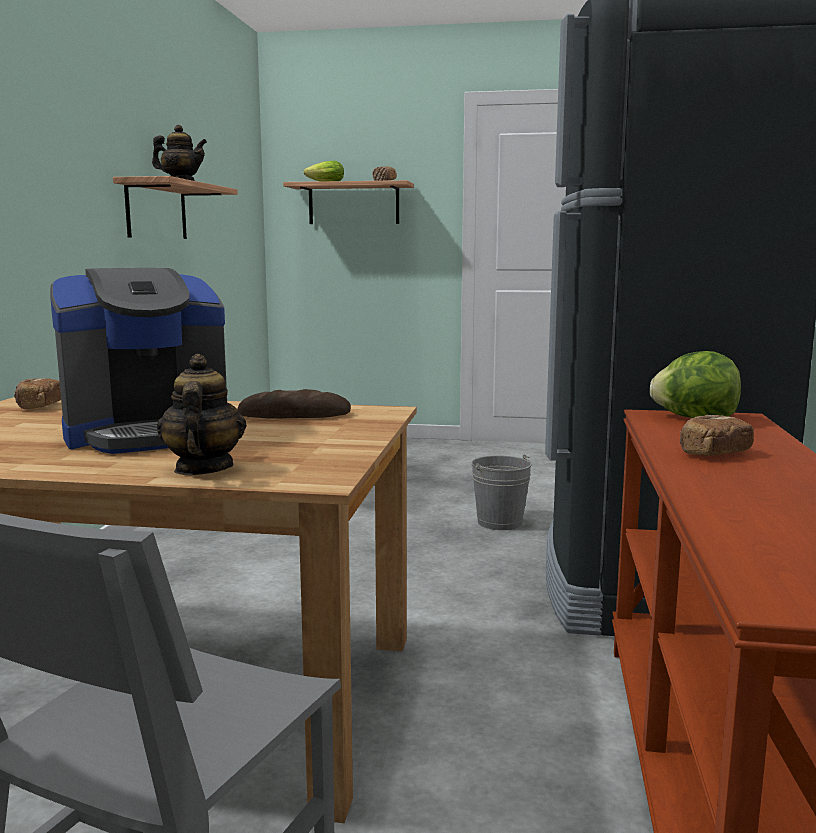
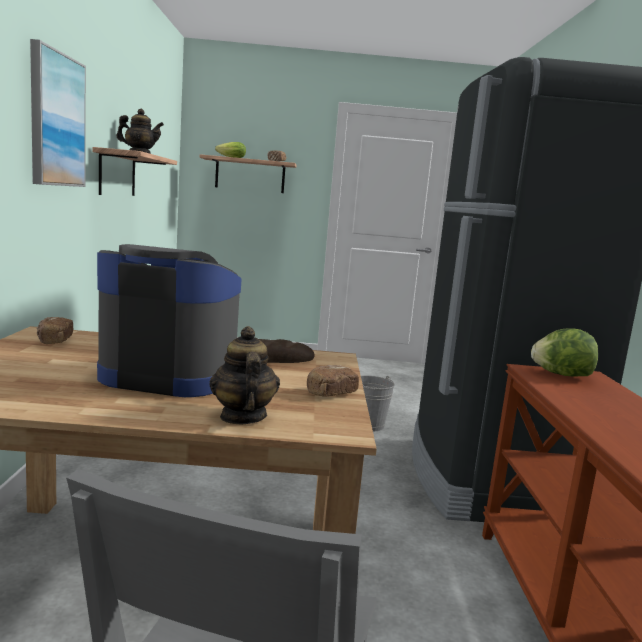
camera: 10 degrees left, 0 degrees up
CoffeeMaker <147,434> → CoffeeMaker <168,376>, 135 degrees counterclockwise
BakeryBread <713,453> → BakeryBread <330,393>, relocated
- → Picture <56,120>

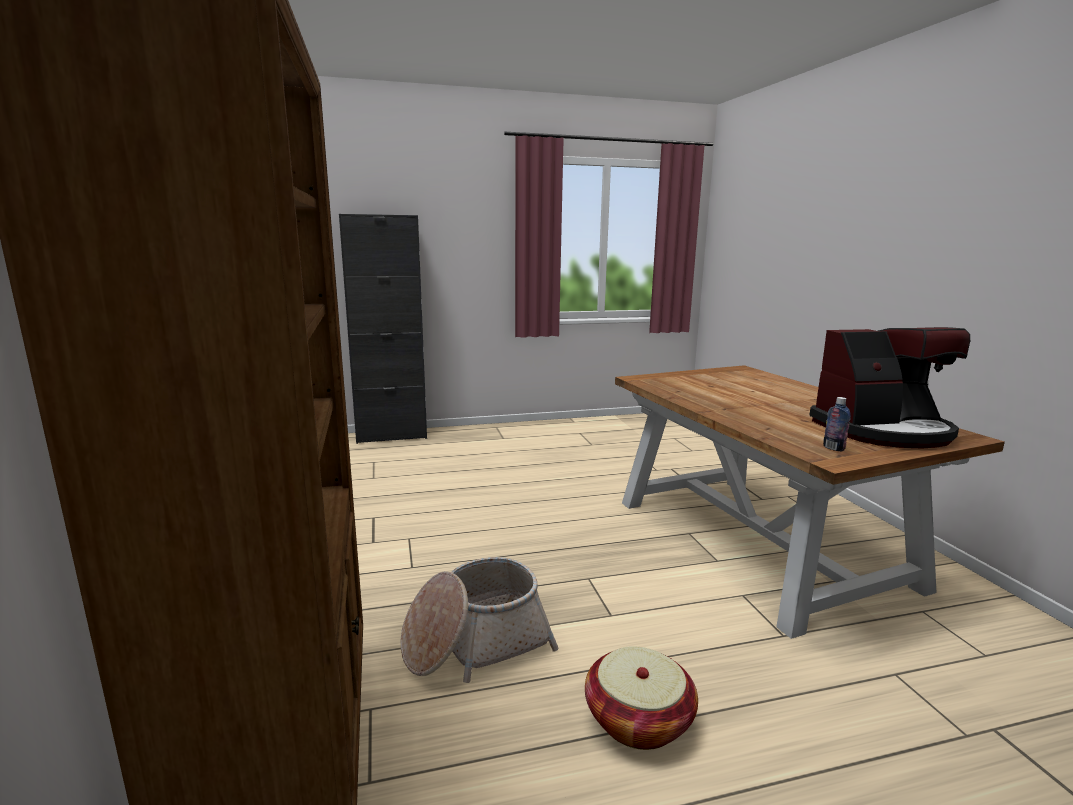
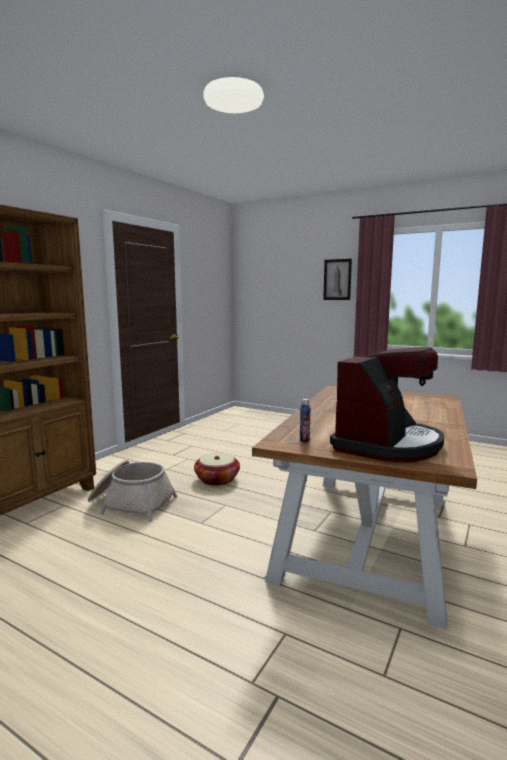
camera: 45 degrees right, 5 degrees down
BlackColouredCabinet <391,436> → -
CoffeeMaker <883,430> → CoffeeMaker <387,444>, 90 degrees counterclockwise
StorageBasket <638,719> → StorageBasket <217,479>, relocated
- → Picture <337,279>

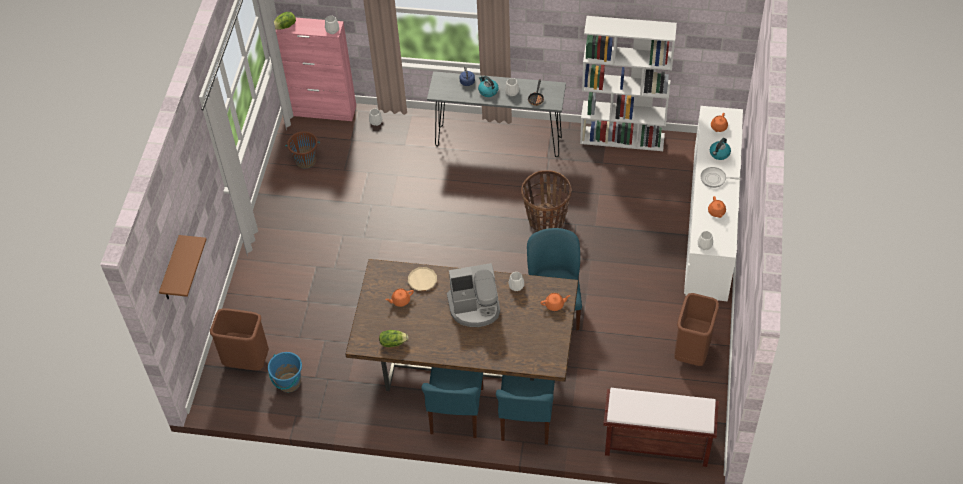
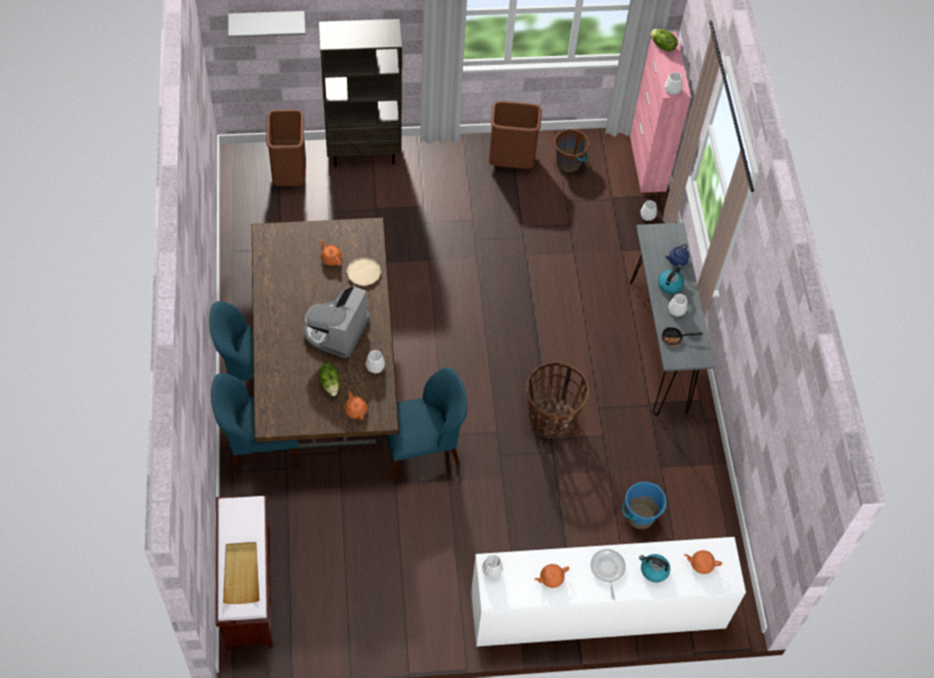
camera: 70 degrees right, 5 degrees up
WhiteColouredBookcase <622,138> → -
BrownColouredShelf <171,271> → GreyShelf <267,22>
CoffeeMaker <475,307> → CoffeeMaker <336,331>, 45 degrees clockwise
BrownColouredTrashCan <691,351> → BrownColouredTrashCan <511,161>, relocated
Lettuce <393,342> → Lettuce <330,383>, relocated
BlueColouredPail <289,382> → BlueColouredPail <640,516>, relocated
- → BrownColouredBookcase <364,153>
- → SandColouredTray <241,573>

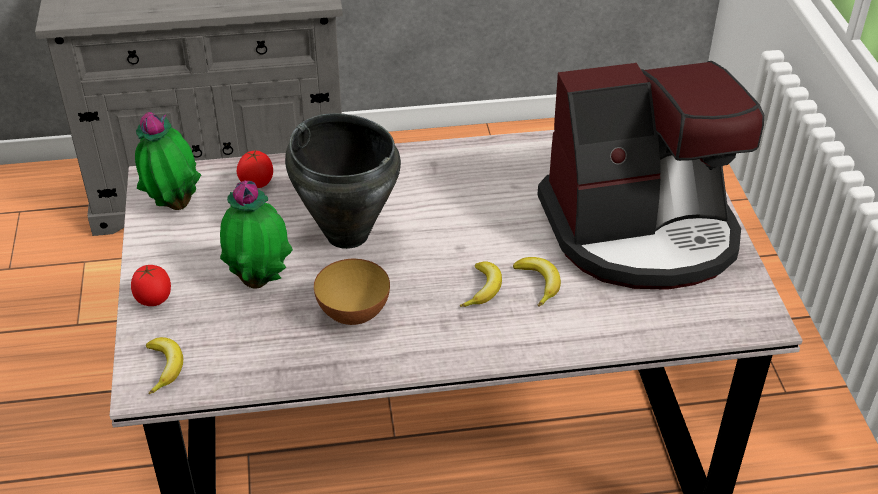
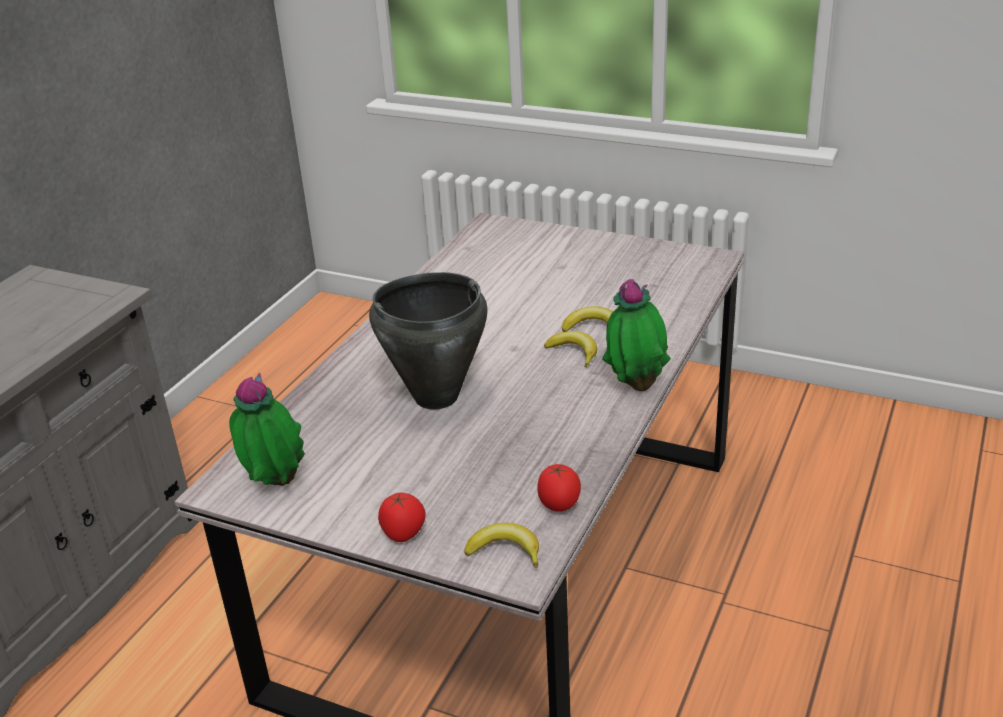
camera: 55 degrees left, 10 degrees down
CoffeeMaker <641,231> → -
WholeTomato <256,184> → WholeTomato <559,506>, relocated
PlantInAPot <260,280> → PlantInAPot <636,385>, relocated
Bowl <353,314> → -

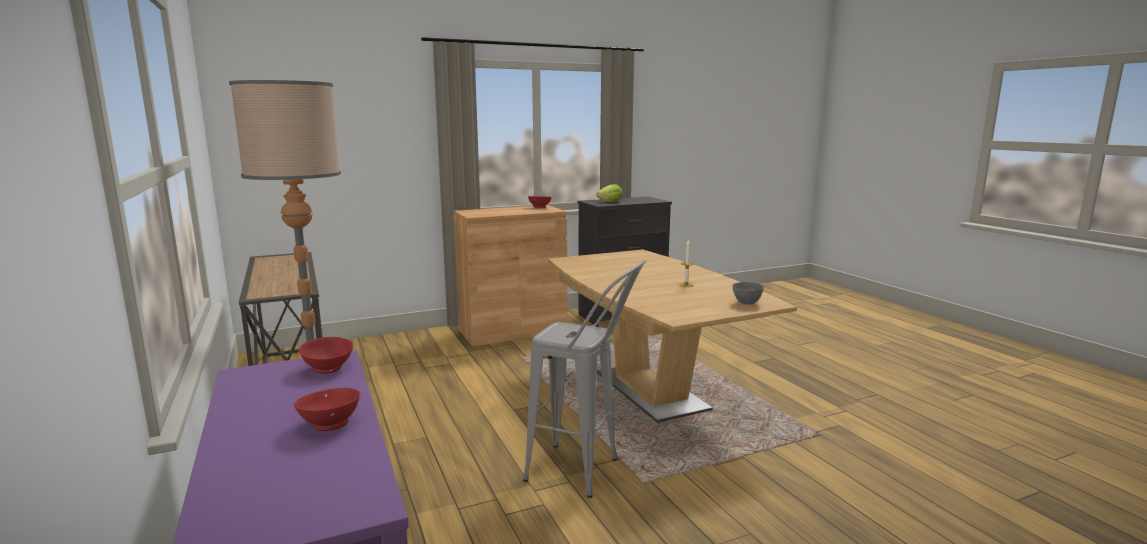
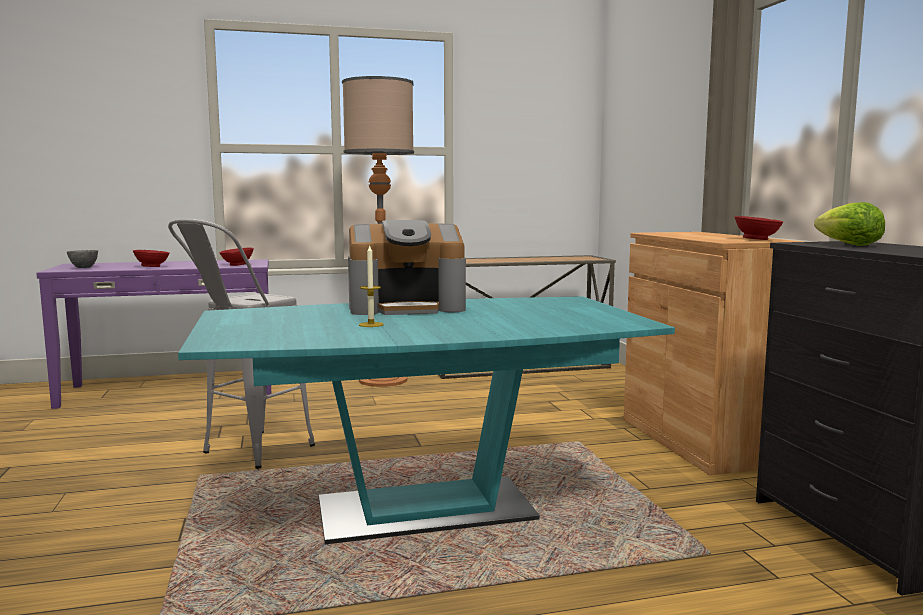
camera: 100 degrees right, 5 degrees down
BrownColouredDiningTable <650,391> → TurquoiseDiningTable <425,510>
GreyBowl <747,303> → GreyBowl <83,267>, relocated
- → CoffeeMaker <407,307>

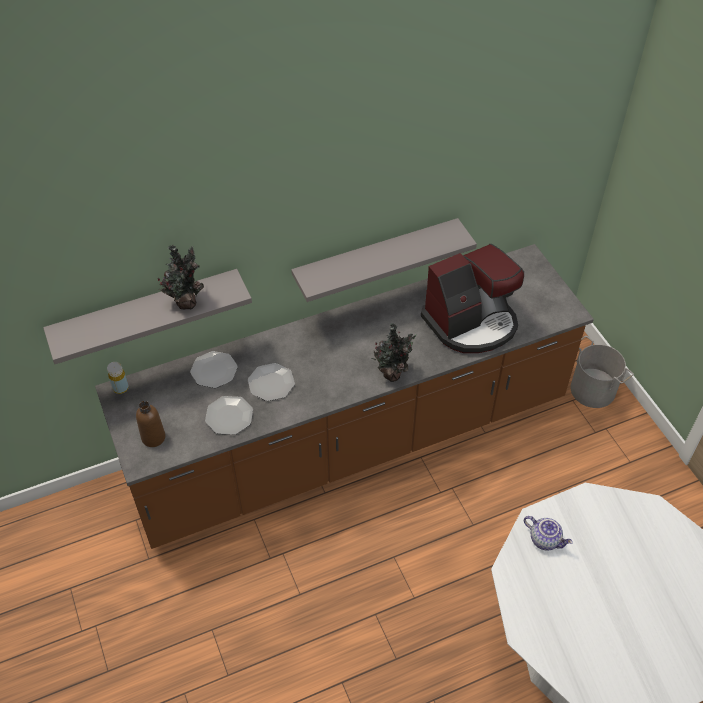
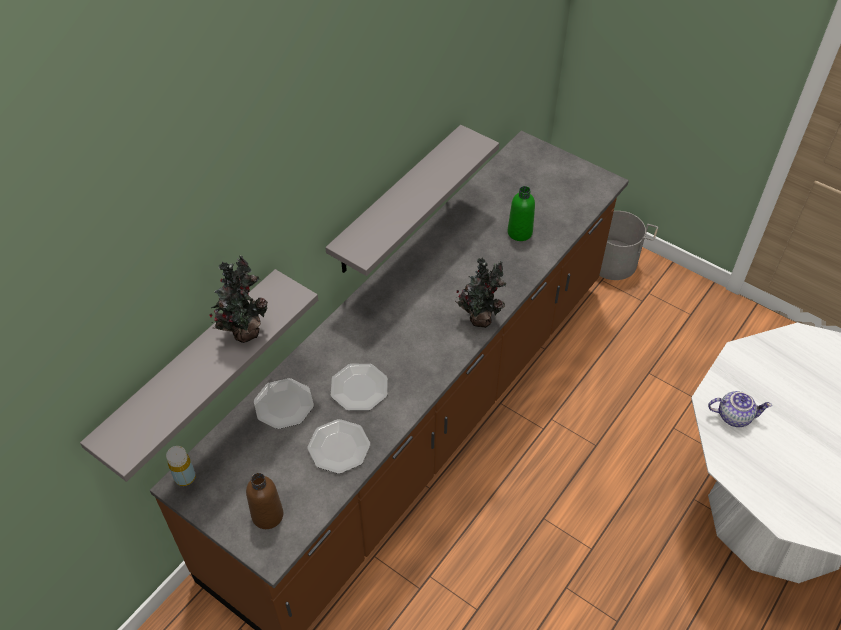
camera: 30 degrees left, 0 degrees up
CoffeeMaker <471,323> → GreenDrinkBottle <519,232>

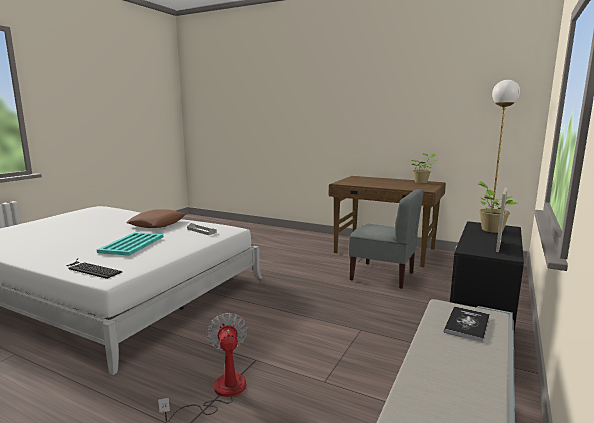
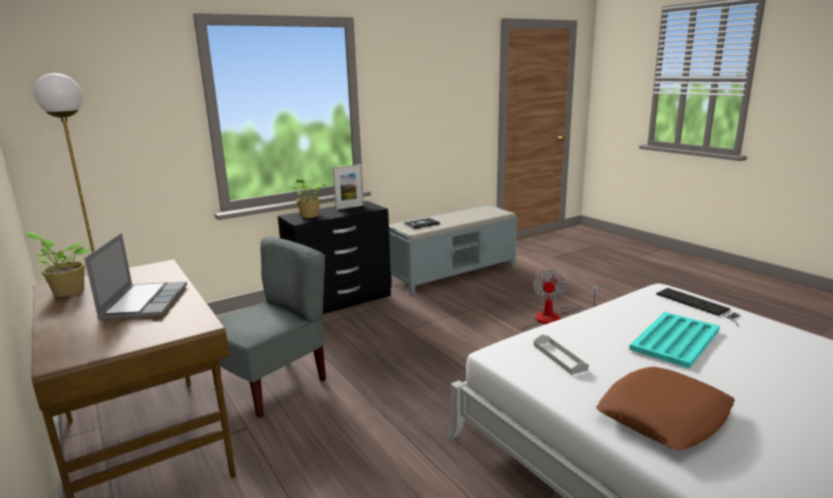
camera: 150 degrees left, 5 degrees up
GreyUprightChair <383,276> → GreyUprightChair <272,384>, 75 degrees clockwise
- → PortableComputer <144,302>

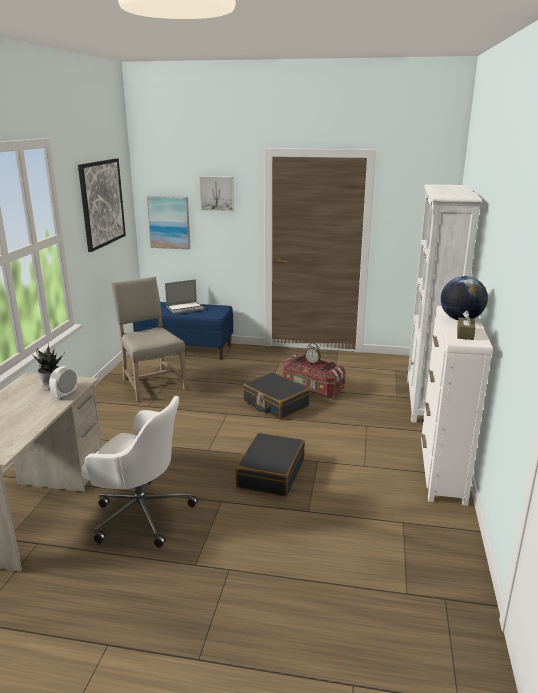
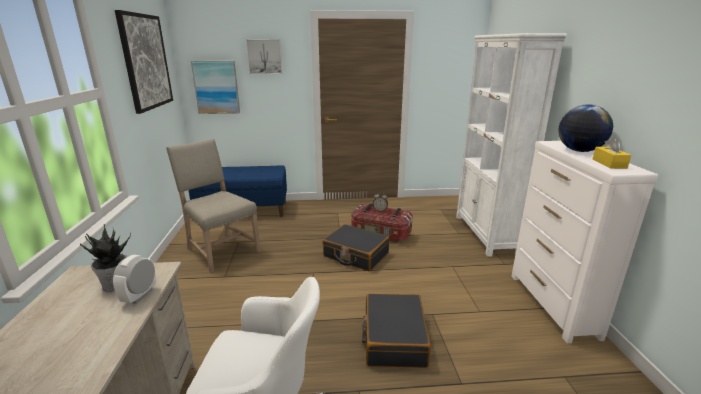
camera: 15 degrees left, 0 degrees up
PortableComputer <185,308> → -
BrownColouredTissueBox <465,334> → YellowTissueBox <609,164>

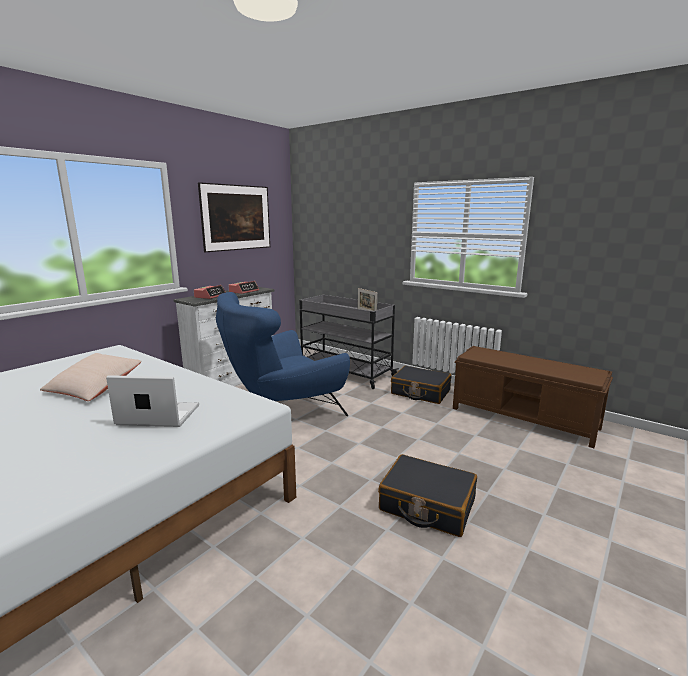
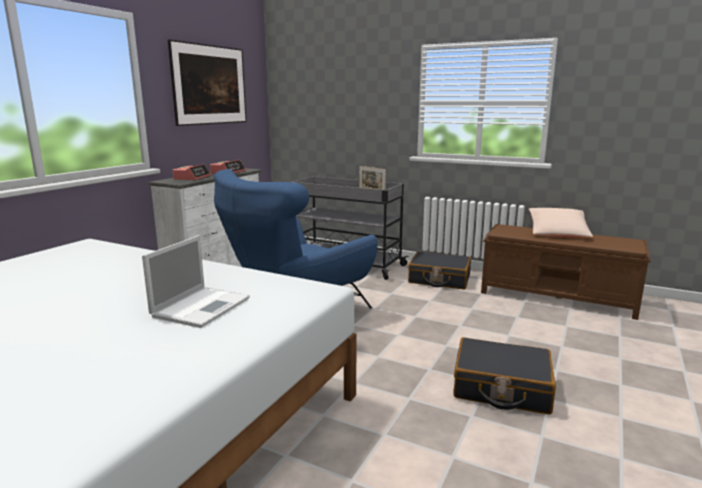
camera: 10 degrees left, 0 degrees up
SandColouredPillow <94,388> → SandColouredPillow <557,233>, relocated
PortableComputer <157,415> → PortableComputer <202,306>, 120 degrees clockwise

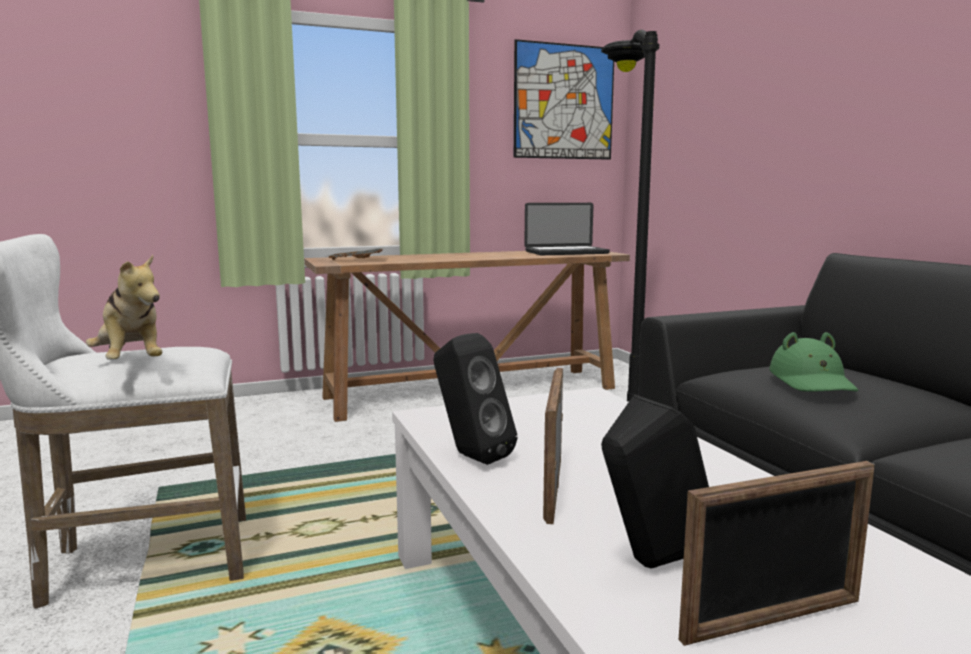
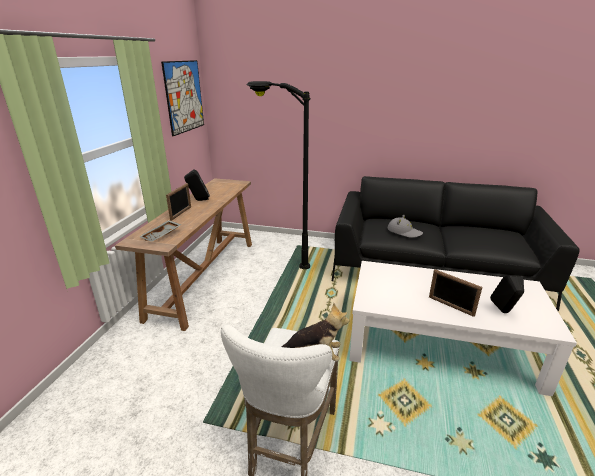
camera: 55 degrees left, 15 degrees up
PortableComputer <566,252> → -
GreenWearableHat <812,382> → GreyWearableHat <404,231>
BlackColouredSpeaker <470,456> → BlackColouredSpeaker <198,200>, relocated
StandingFrame <773,620> → StandingFrame <181,213>, relocated

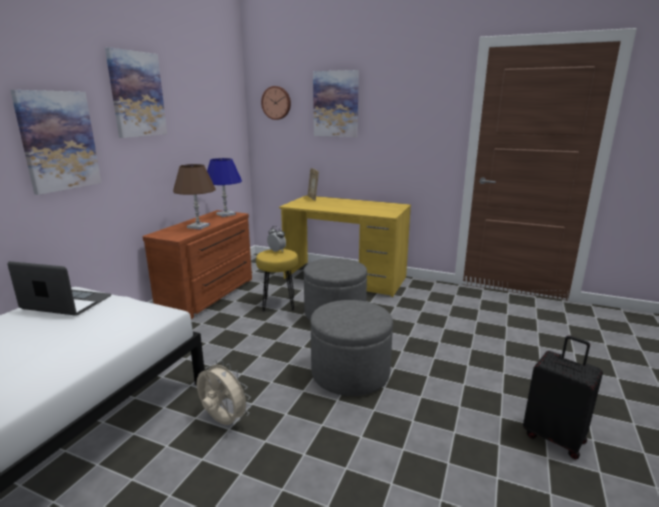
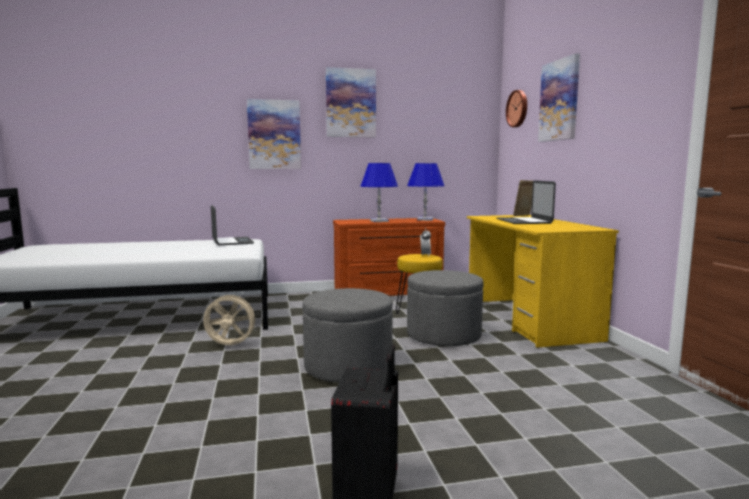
camera: 55 degrees right, 10 degrees down
BrownColouredTabletopLamp <198,226> → BlueColouredTabletopLamp <379,221>
SandColouredCoolingFan <222,421> → SandColouredCoolingFan <230,346>, 90 degrees counterclockwise
- → PortableComputer <523,221>

